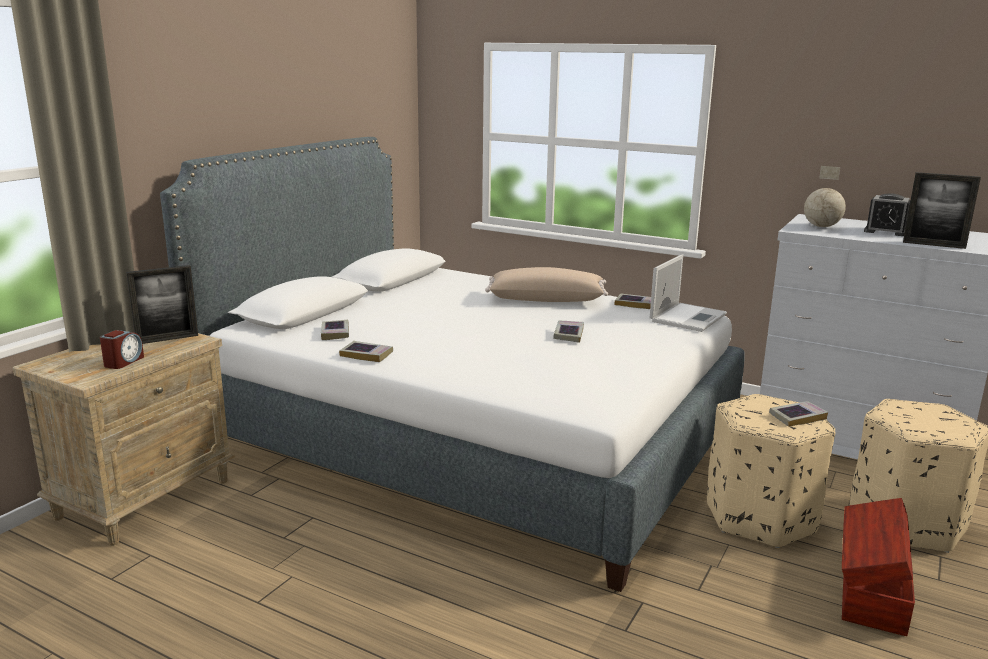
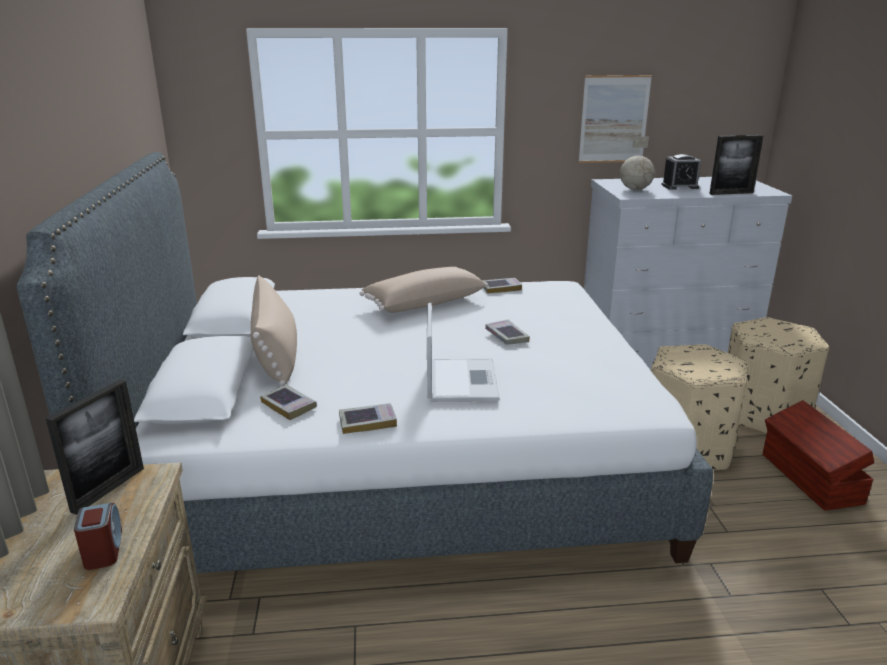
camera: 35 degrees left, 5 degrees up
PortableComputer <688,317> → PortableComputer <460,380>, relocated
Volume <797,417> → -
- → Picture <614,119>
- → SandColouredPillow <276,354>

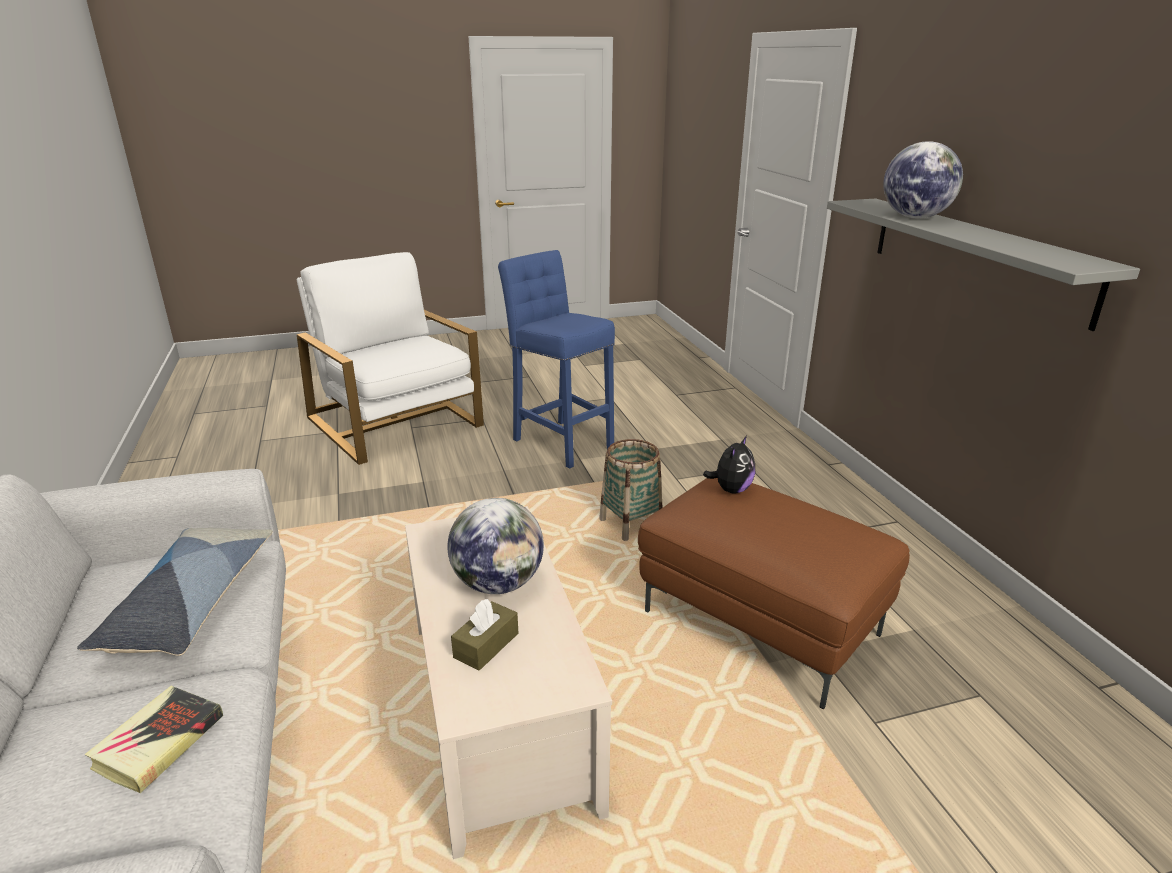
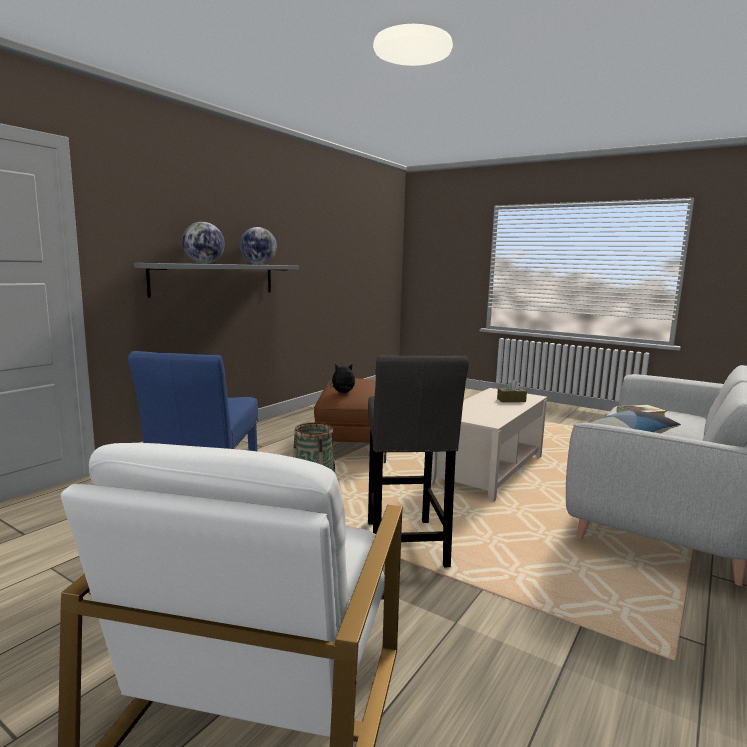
camera: 130 degrees left, 15 degrees down
Globe <498,583> → Globe <258,264>, relocated
- → GreyStool <405,547>

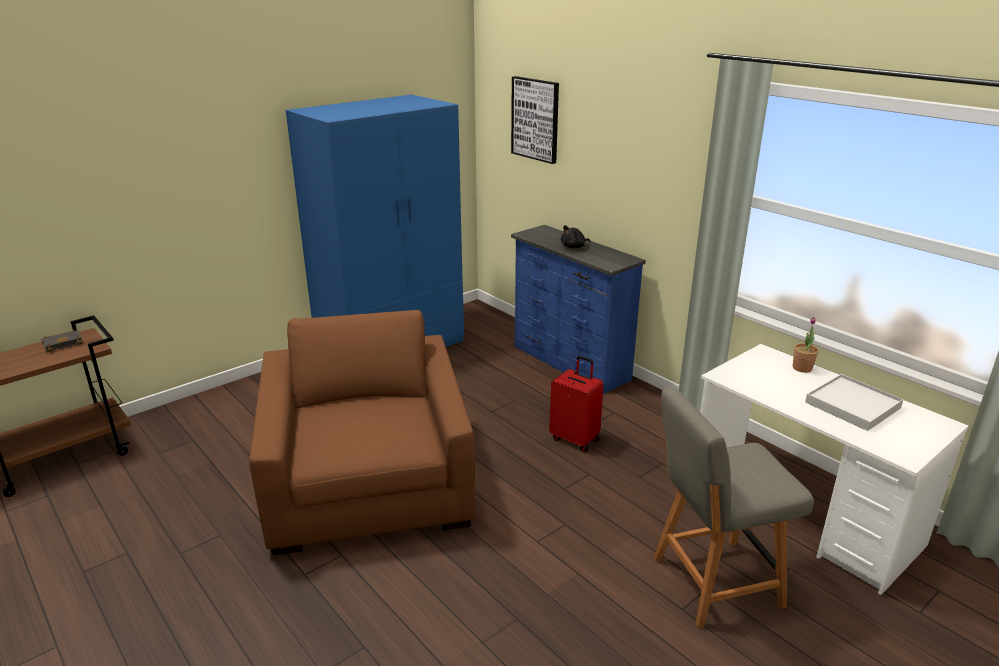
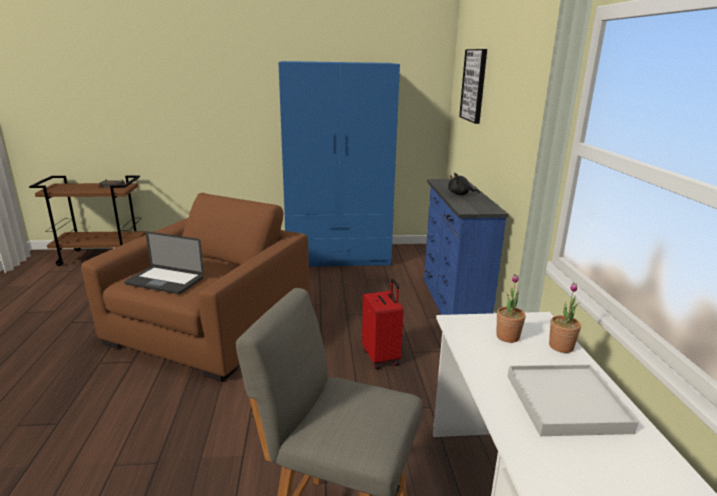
camera: 35 degrees right, 5 degrees down
- → PortableComputer <165,281>
- → PlantInAPot <507,336>

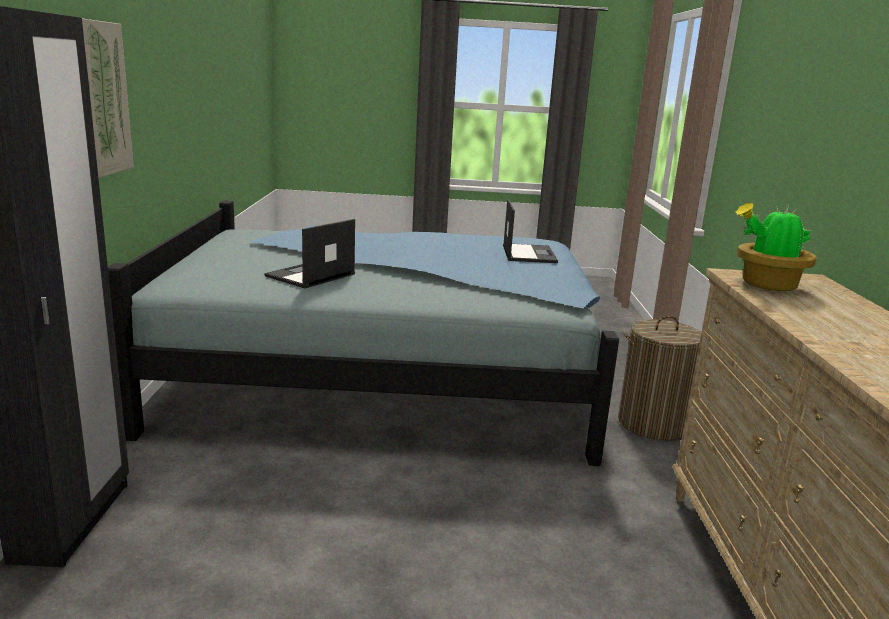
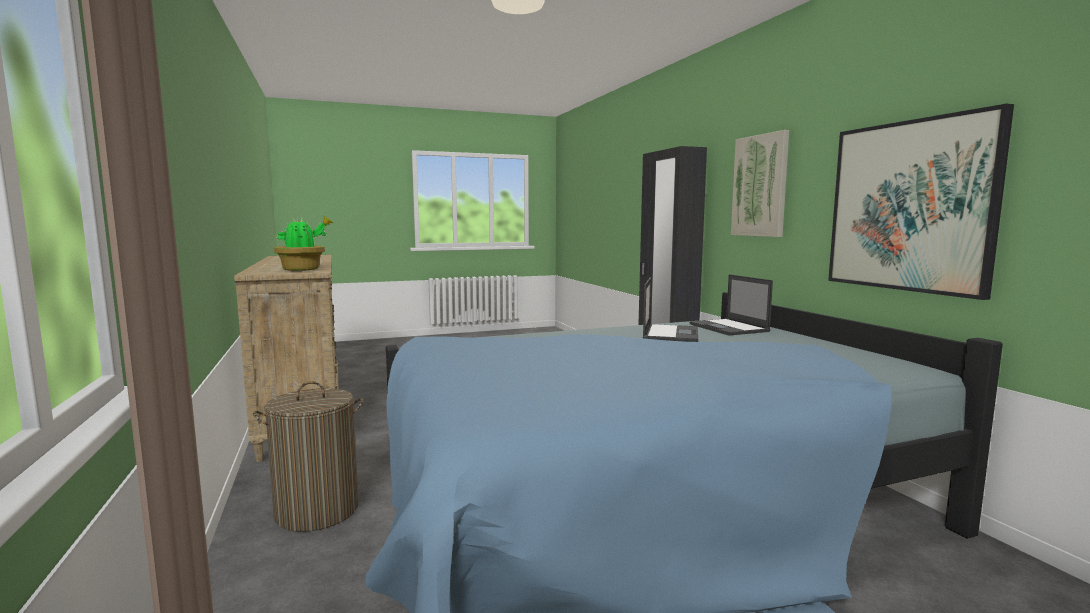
camera: 160 degrees right, 10 degrees down
PortableComputer <528,254> → PortableComputer <729,328>, relocated
- → Picture <910,206>

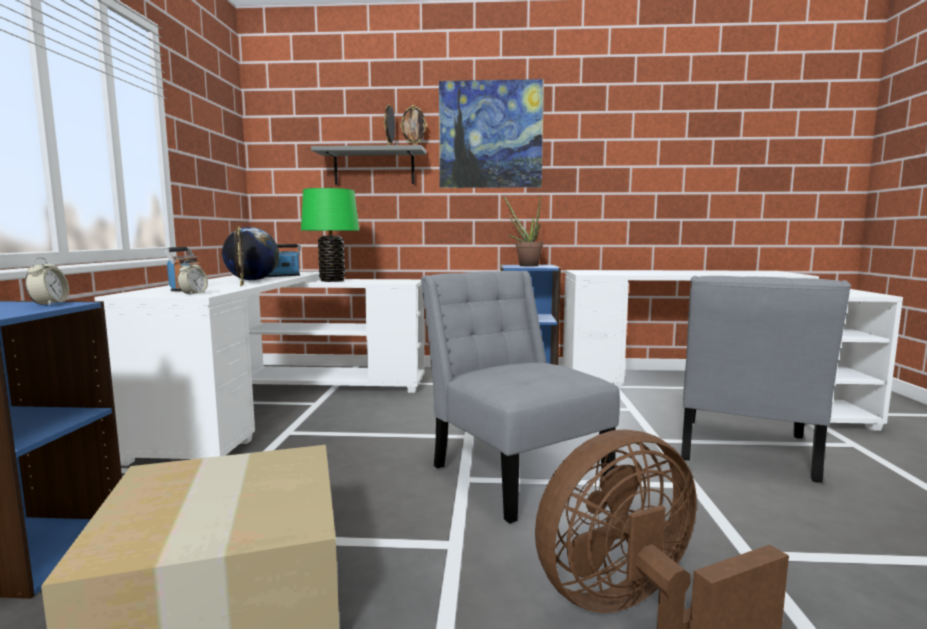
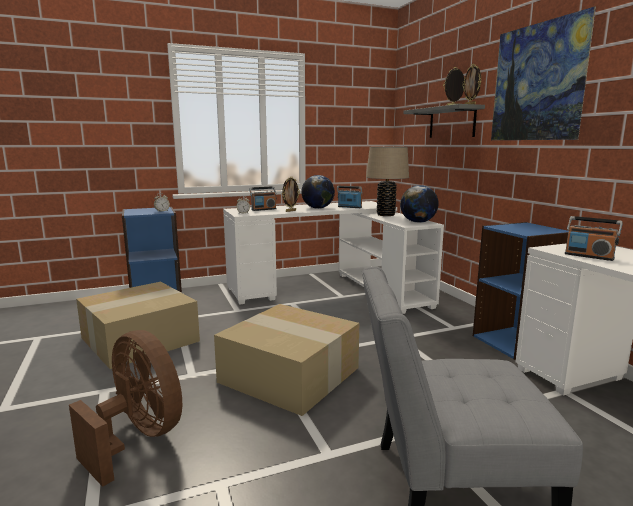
camera: 65 degrees right, 5 degrees up
GreenTabletopLamp <332,281> → SandColouredTabletopLamp <386,215>
PlantInAPot <525,265> → -
GreyUprightChair <514,472> → PackingBox <292,374>
- → Globe <418,222>
- → Radio <589,256>

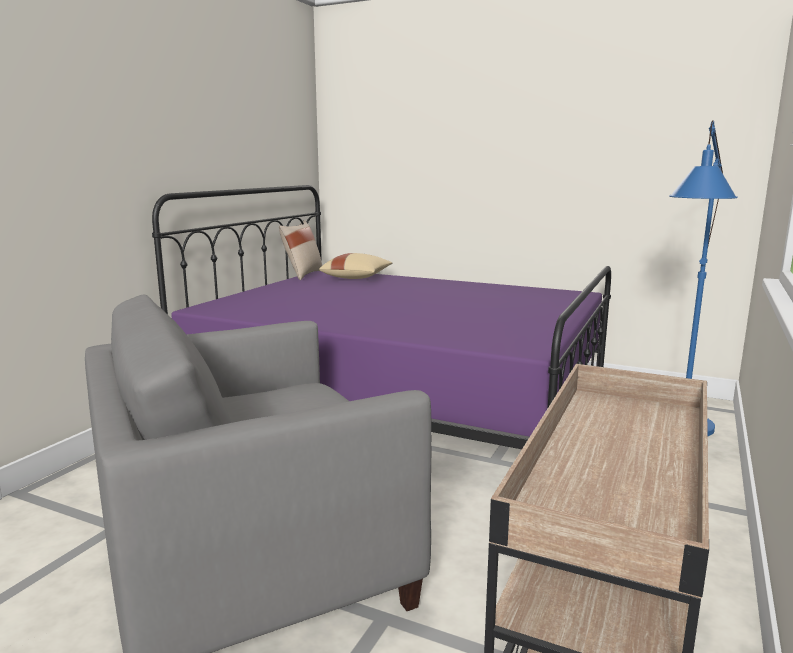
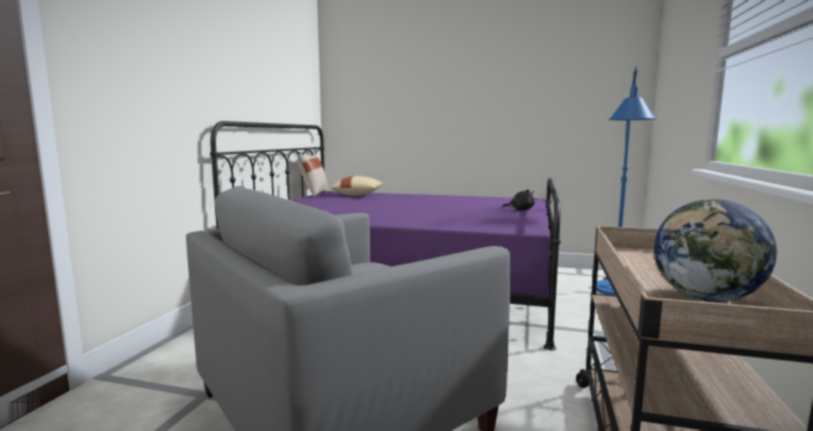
camera: 10 degrees left, 5 degrees down
- → BlackColouredSoftToy <520,210>
- → Globe <707,298>

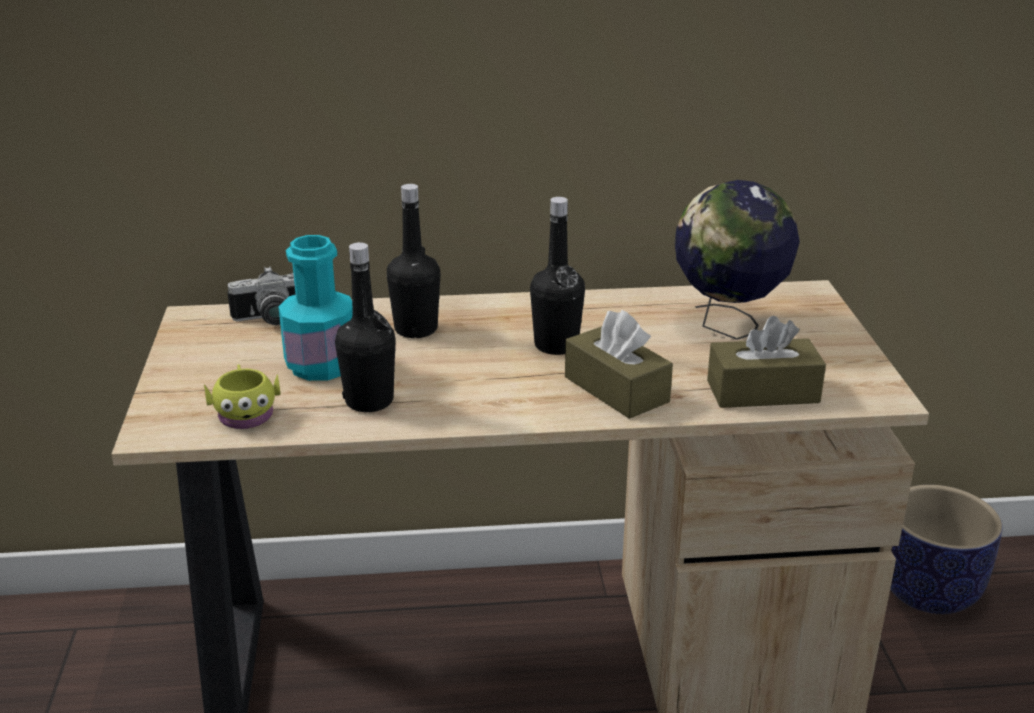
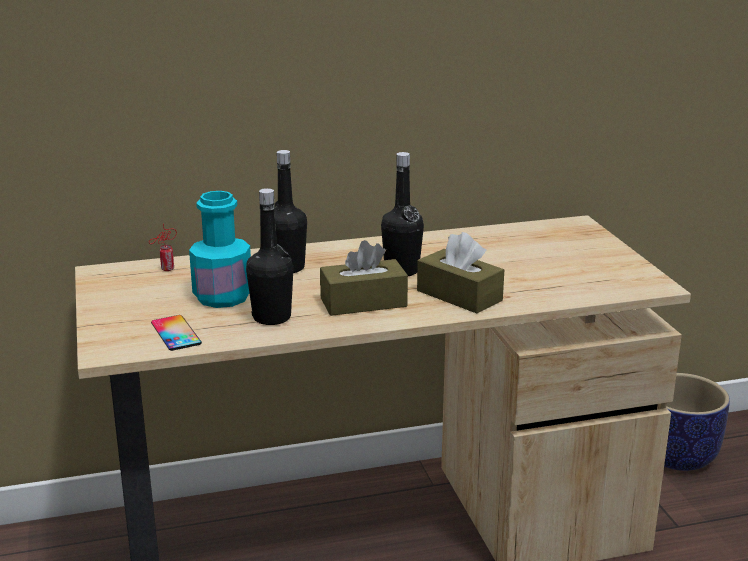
camera: 10 degrees left, 5 degrees down
Globe <728,326> → -
PhotoCamera <270,320> → SealedCan <166,269>
BrownColouredTissueBox <762,392> → BrownColouredTissueBox <363,302>, relocated
YellowCoffeeMug <245,413> → Phone <176,333>

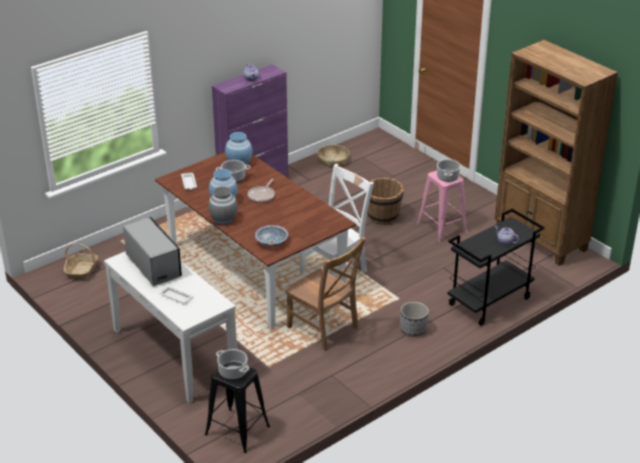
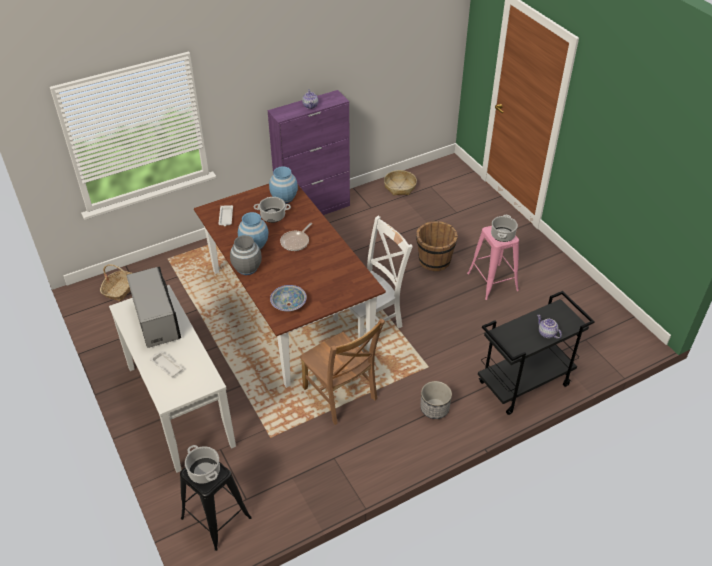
camera: 10 degrees right, 10 degrees up
BrownColouredBookcase <541,239> → -

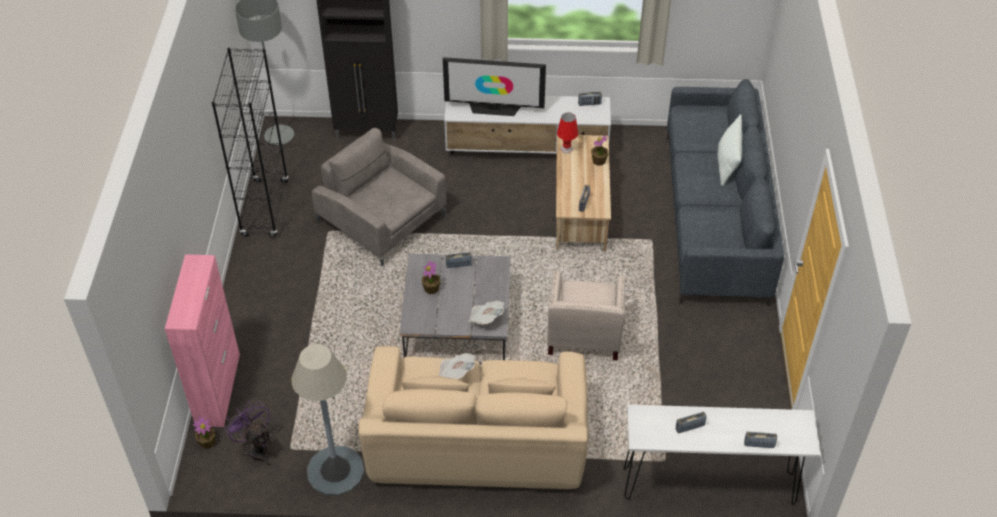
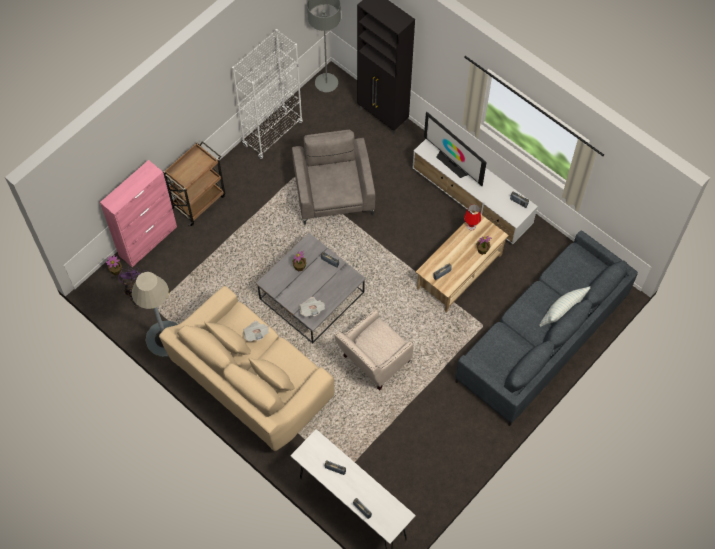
camera: 40 degrees right, 15 degrees up
BlackColouredBookcase <265,208> → WhiteColouredBookcase <273,134>
- → BrownColouredWheeledCart <199,201>

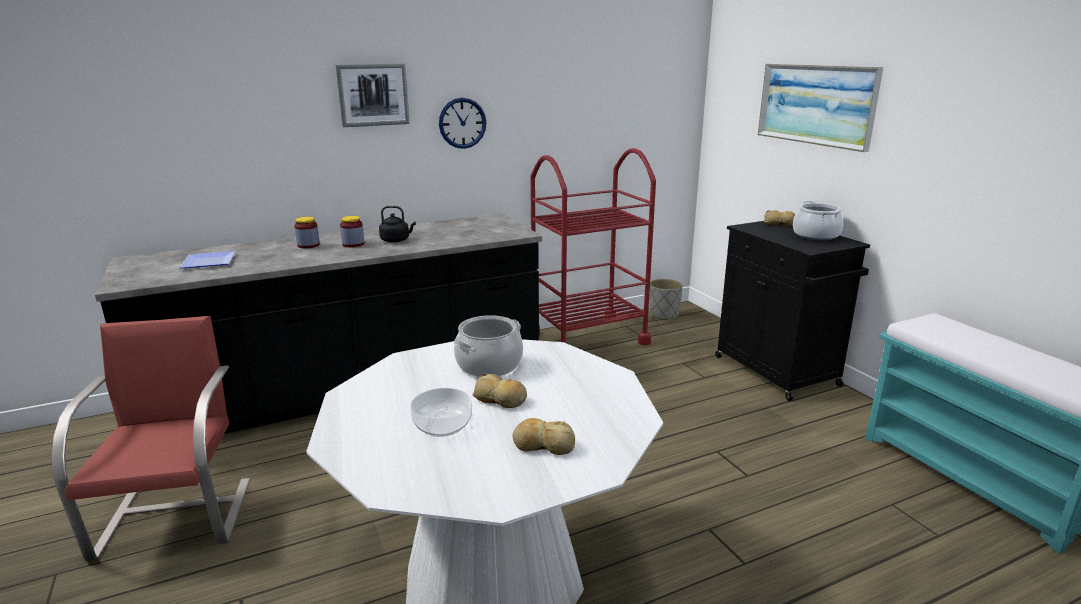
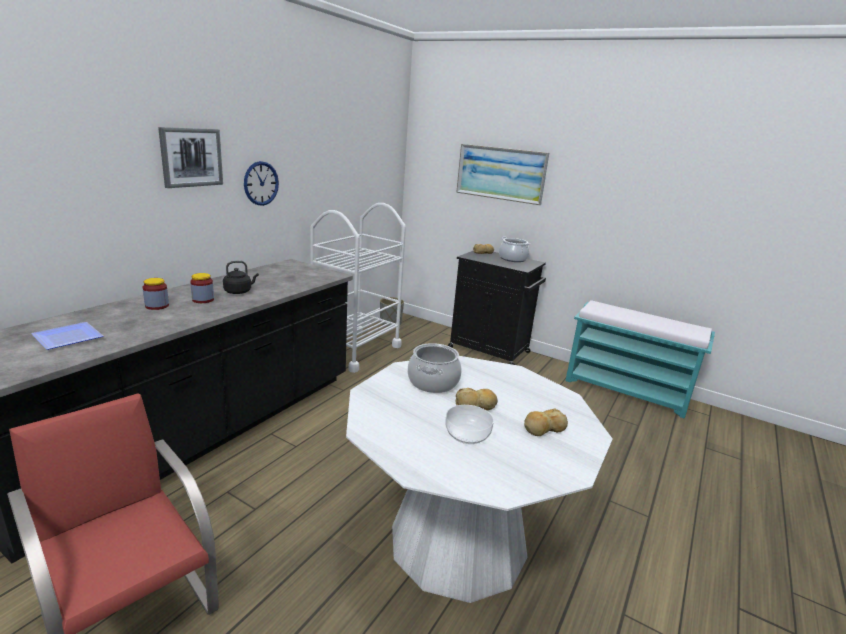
camera: 35 degrees left, 0 degrees up
RedColouredWheeledCart <588,338> → WhiteColouredWheeledCart <355,350>

